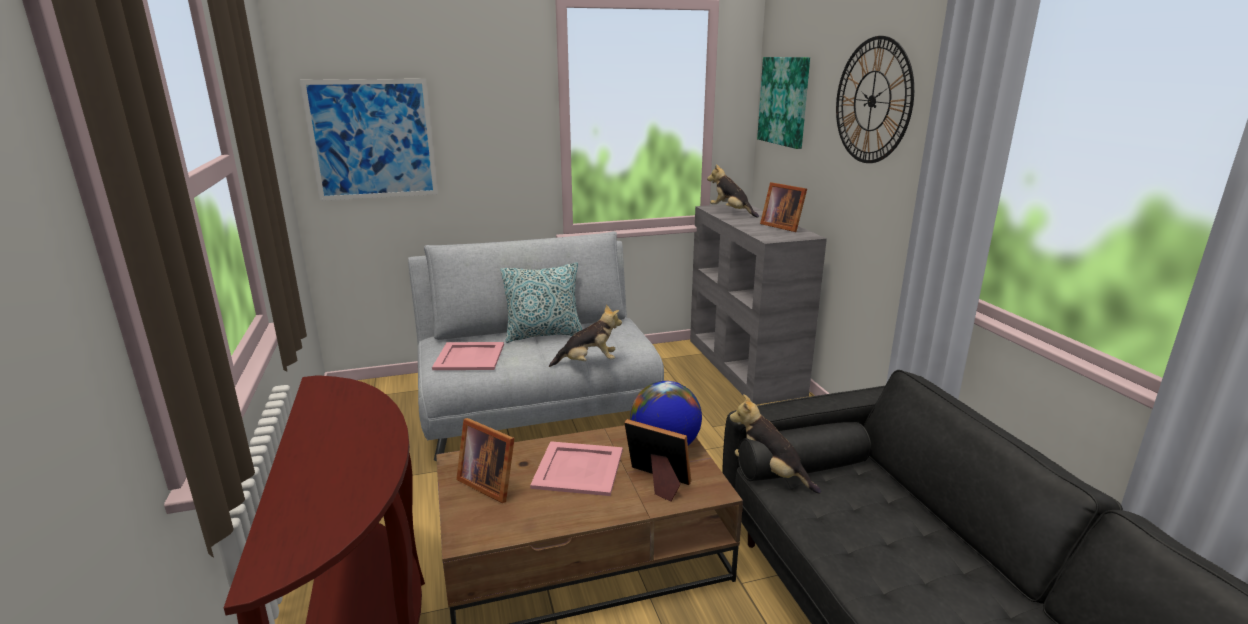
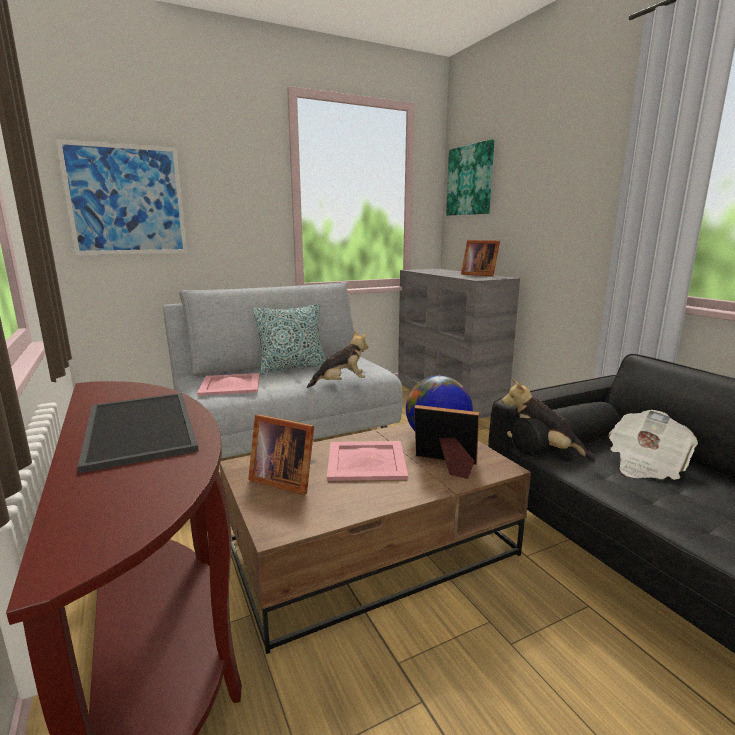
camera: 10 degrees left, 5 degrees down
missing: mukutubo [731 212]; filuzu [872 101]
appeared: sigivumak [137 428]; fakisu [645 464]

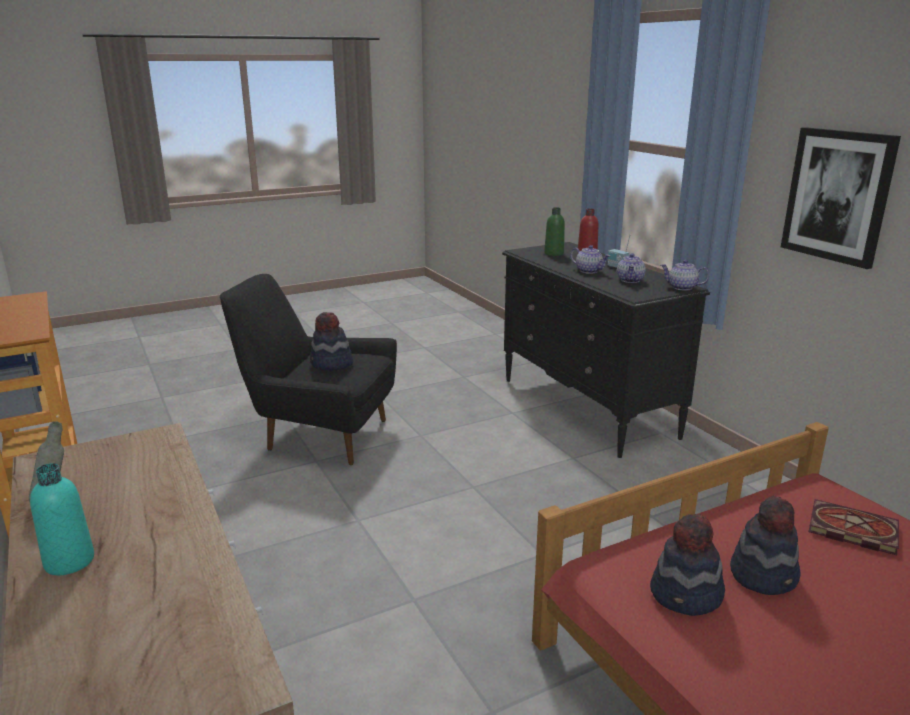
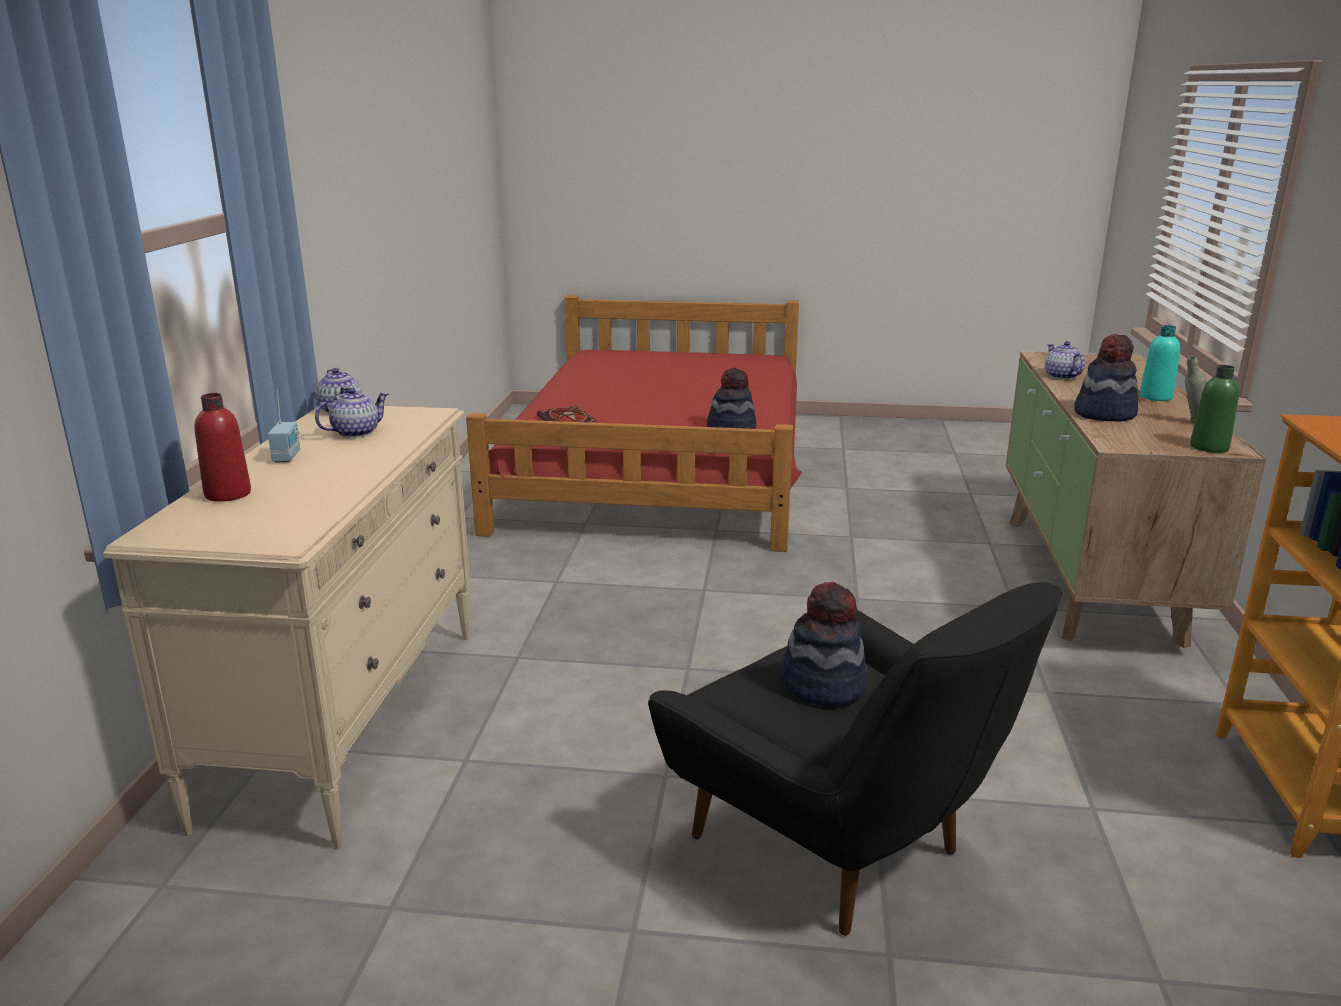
camera: 145 degrees left, 0 degrees up
missing: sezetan [837 196]
relocated: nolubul [589 271] to [1061 376]; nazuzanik [764 575] to [1104 414]; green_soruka [554 253] to [1209 447]
colour: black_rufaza [586 408] to beige_rufaza [351 720]

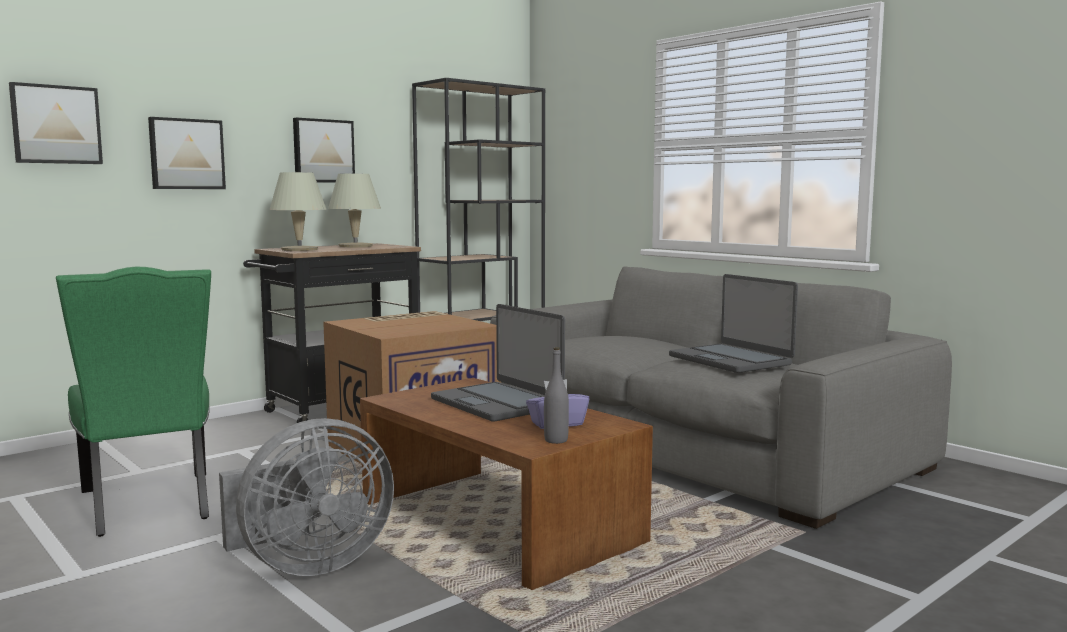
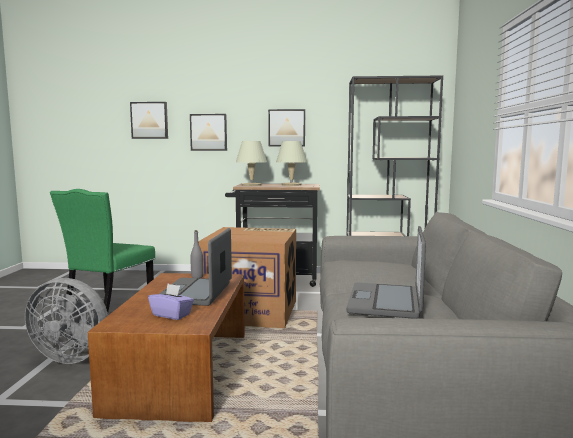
camera: 45 degrees right, 0 degrees up
relocated: grey_soruka [556 440] to [197 277]

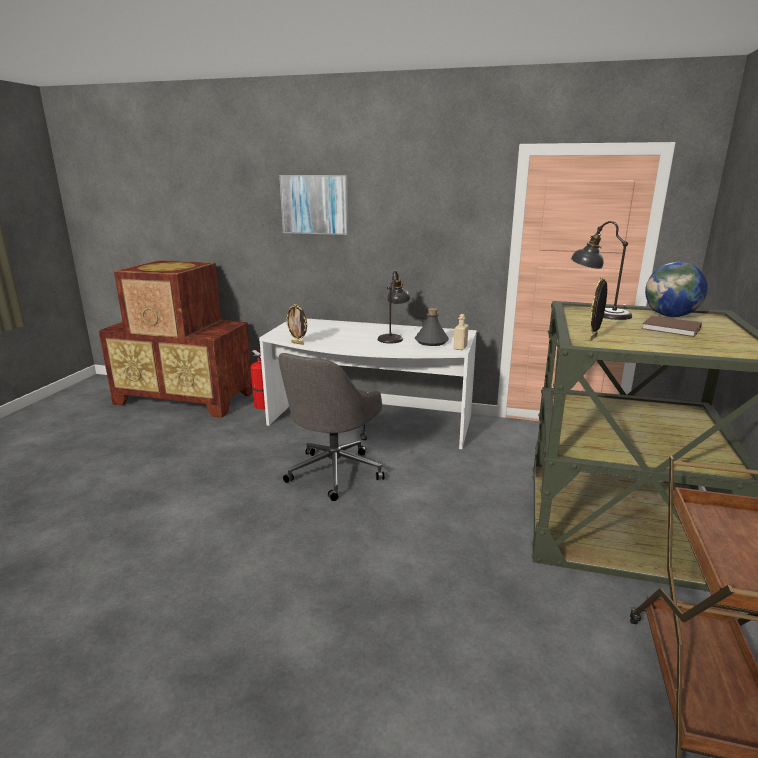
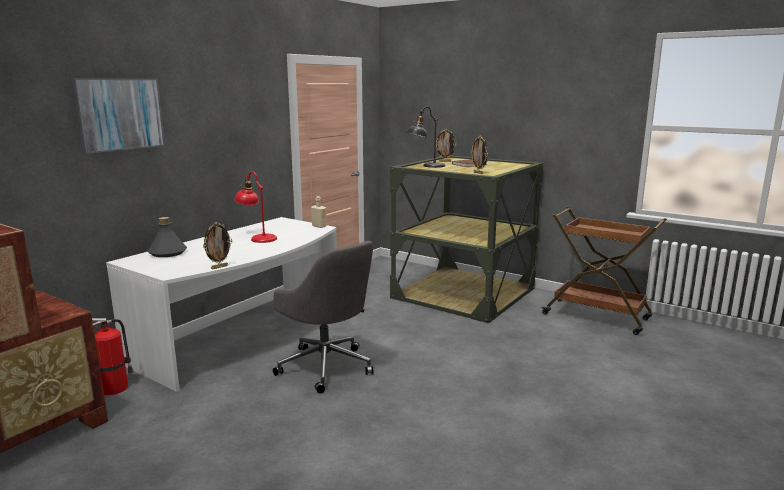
camera: 70 degrees left, 5 degrees down
relocated: grey_soruka [431 342] to [167 253]
exchanged: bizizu [670 316] to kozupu [445 161]
colour: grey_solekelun [393 336] to red_solekelun [256 237]

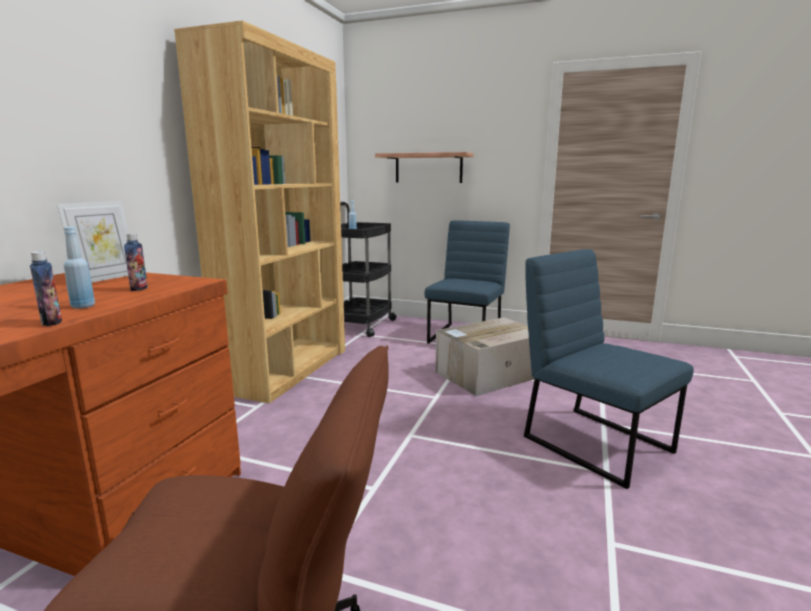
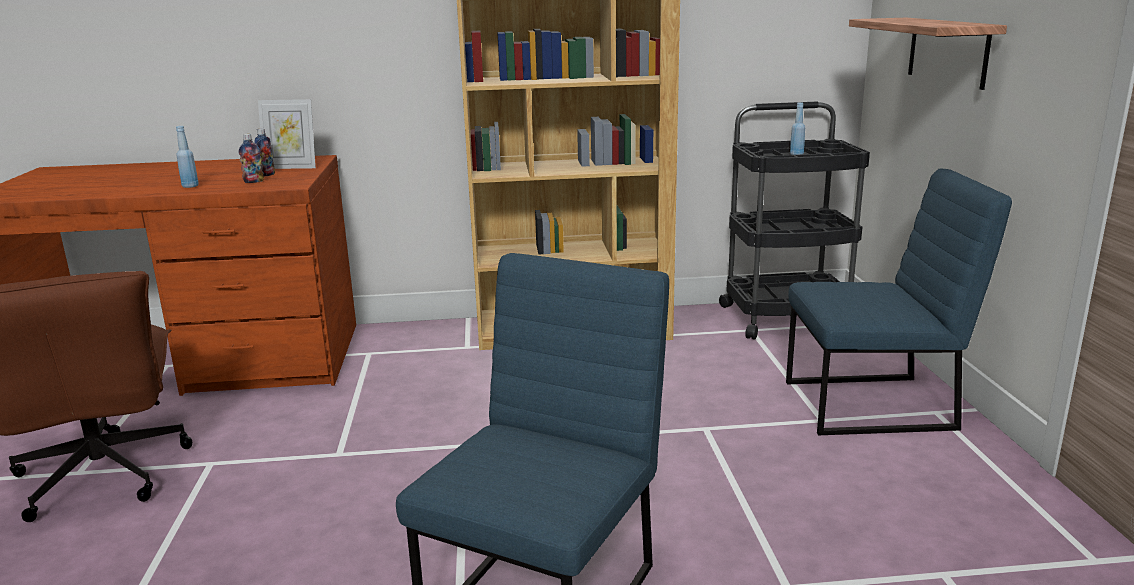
camera: 65 degrees right, 5 degrees up
missing: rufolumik [489 374]
relocated: soruka [51 322] to [267 175]

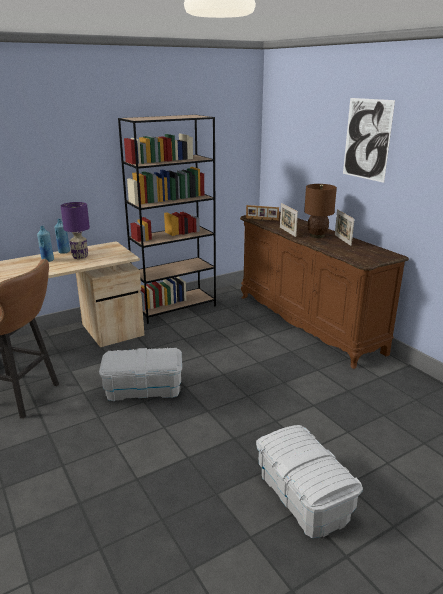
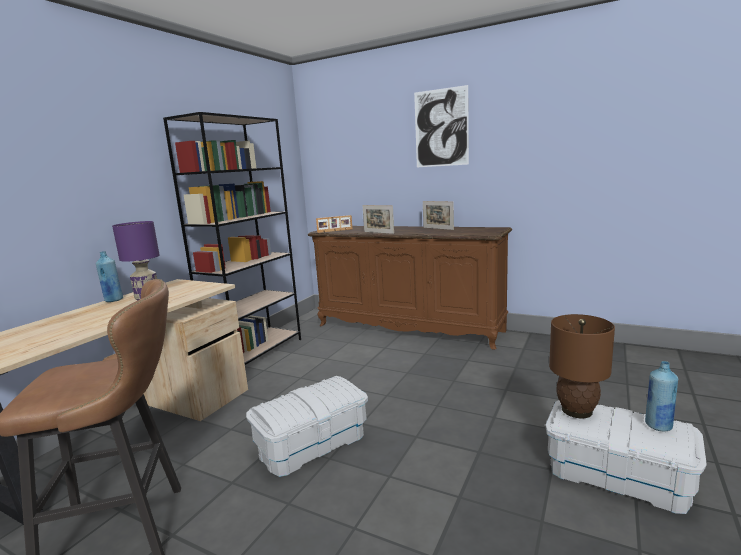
camera: 30 degrees left, 10 degrees down
relocated: brown_solekelun [317 235] to [576 410]; blue_soruka [47 260] to [658 426]

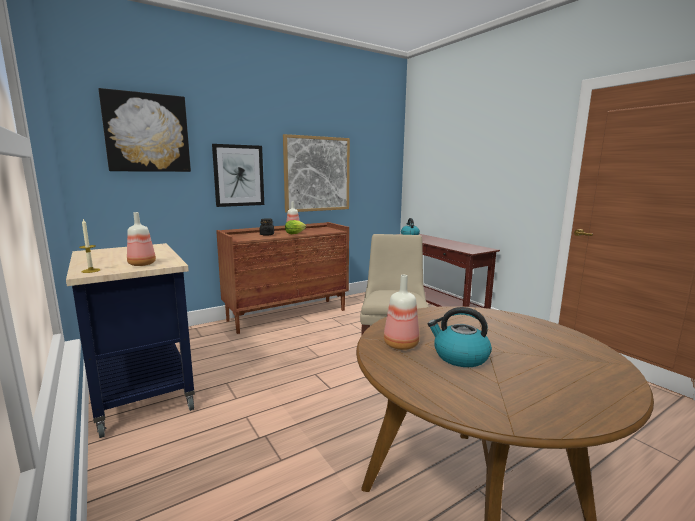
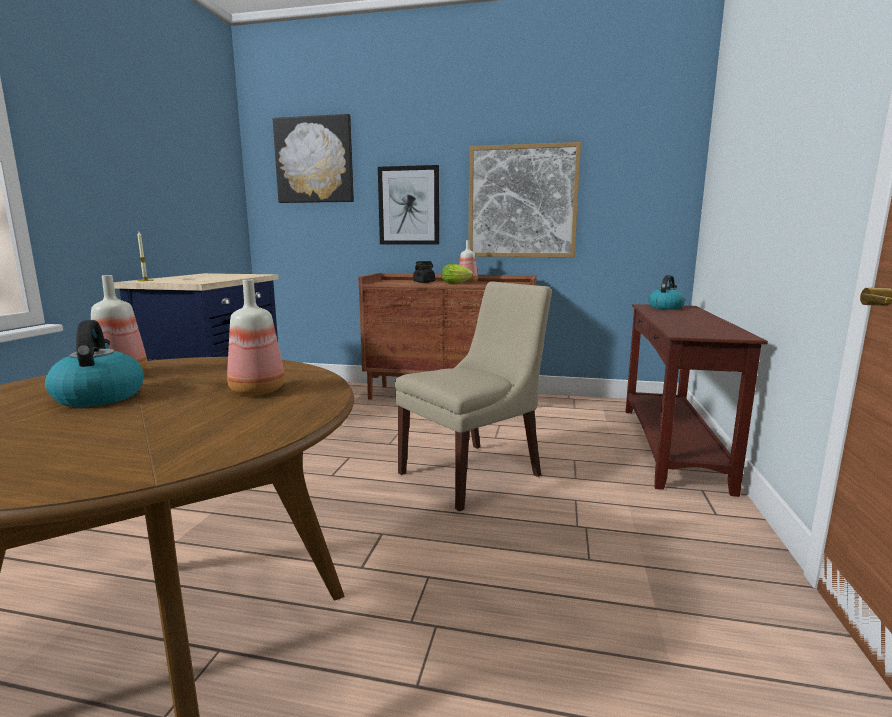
camera: 45 degrees right, 0 degrees up
relocated: soruka [143 264] to [258 391]

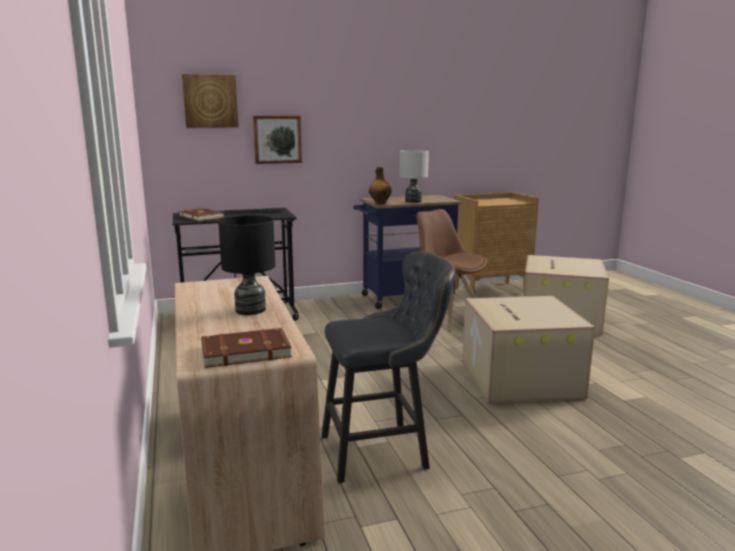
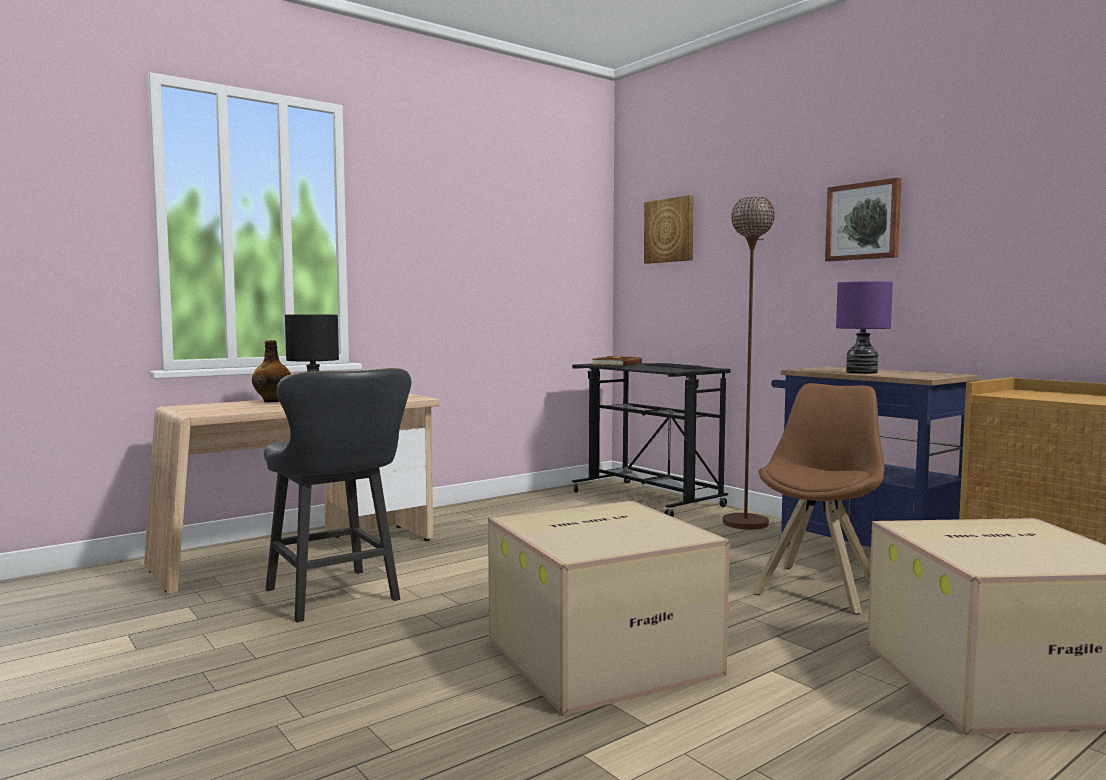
camera: 70 degrees right, 10 degrees down
missing: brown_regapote [244 351]
appeared: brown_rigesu [746 523]
relocated: soruka [380 203] to [273 401]; sezetan [277 139] to [863 221]
colour: grey_solekelun [413 201] to purple_solekelun [861 372]

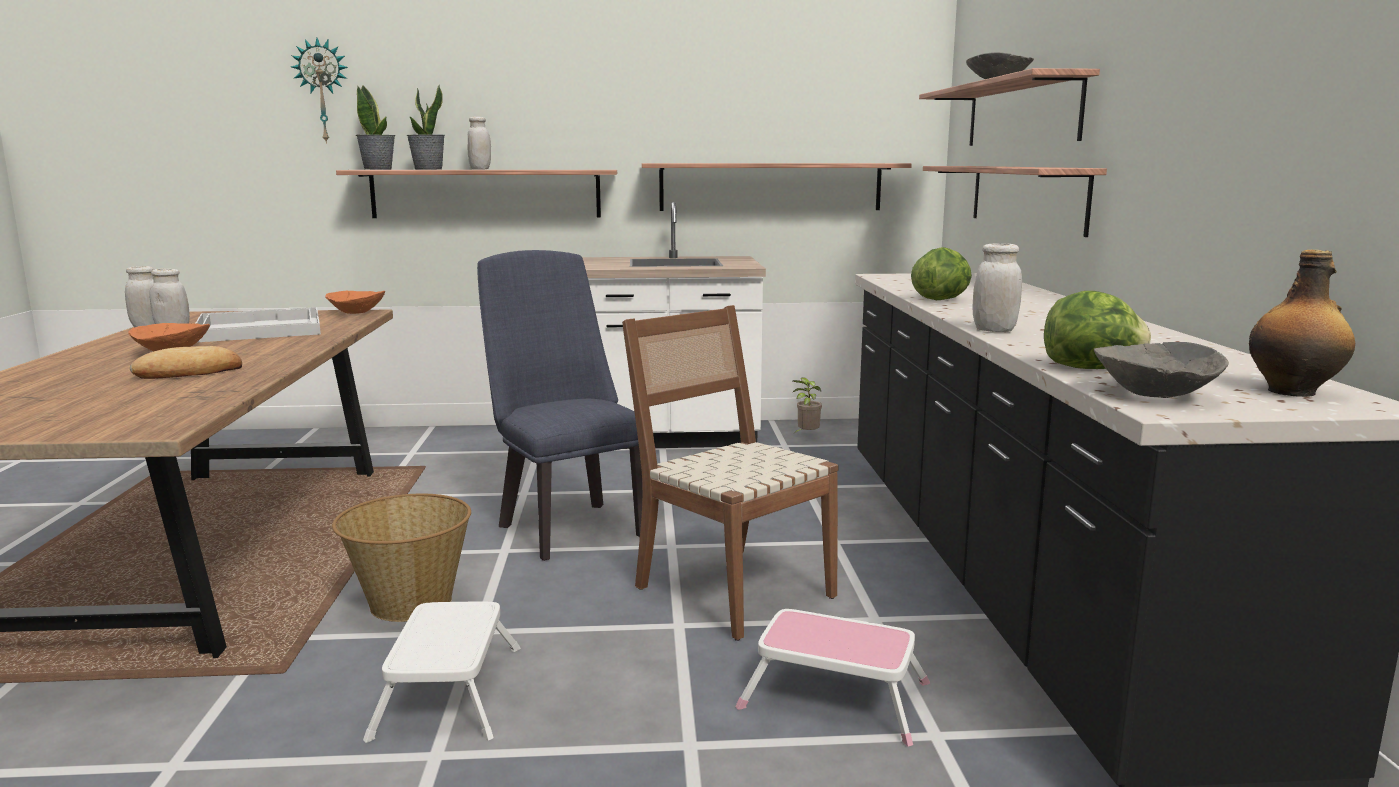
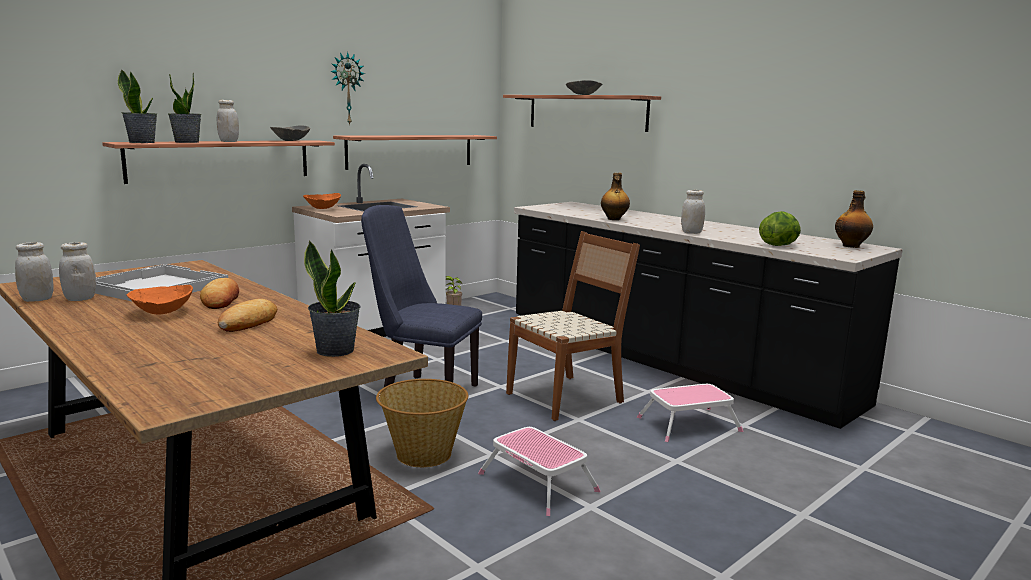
camera: 40 degrees left, 0 degrees up
missing: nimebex [1025 196]
appeared: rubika [221 299]; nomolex [335 350]
relocated: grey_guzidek [1155 395] to [291 141]; orange_guzidek [357 313] to [323 208]; filuzu [323 91] to [346 89]
exchanged: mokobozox [942 299] to soruka [614 219]
colour: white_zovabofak [447 691] to pink_zovabofak [537 482]
spun: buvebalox [730 589] = [568 397] 135 degrees clockwise

